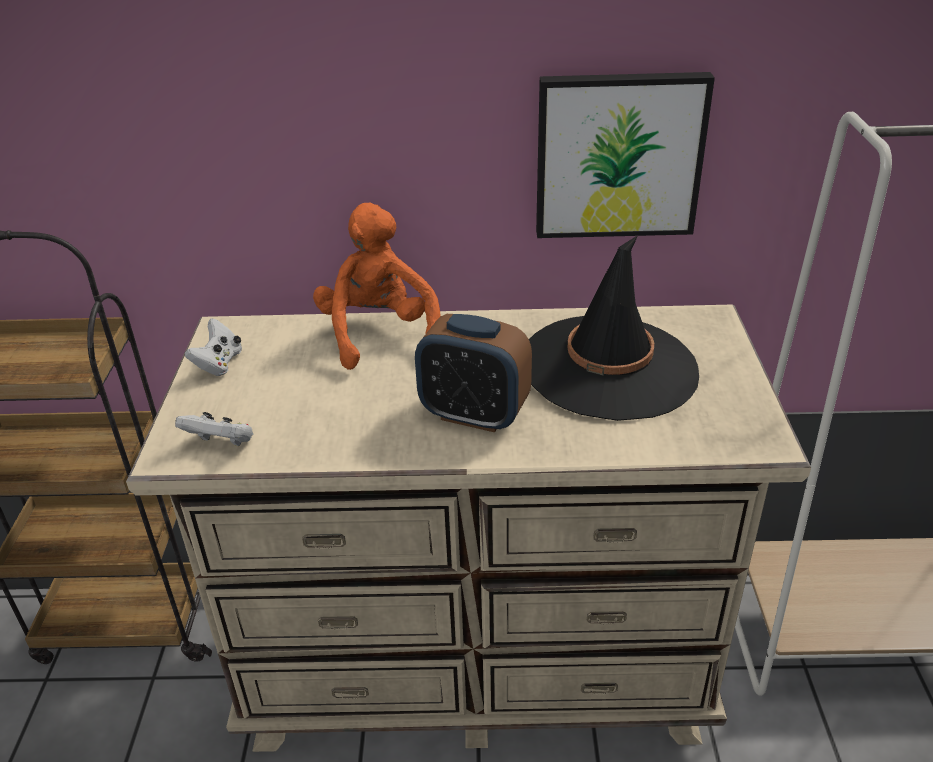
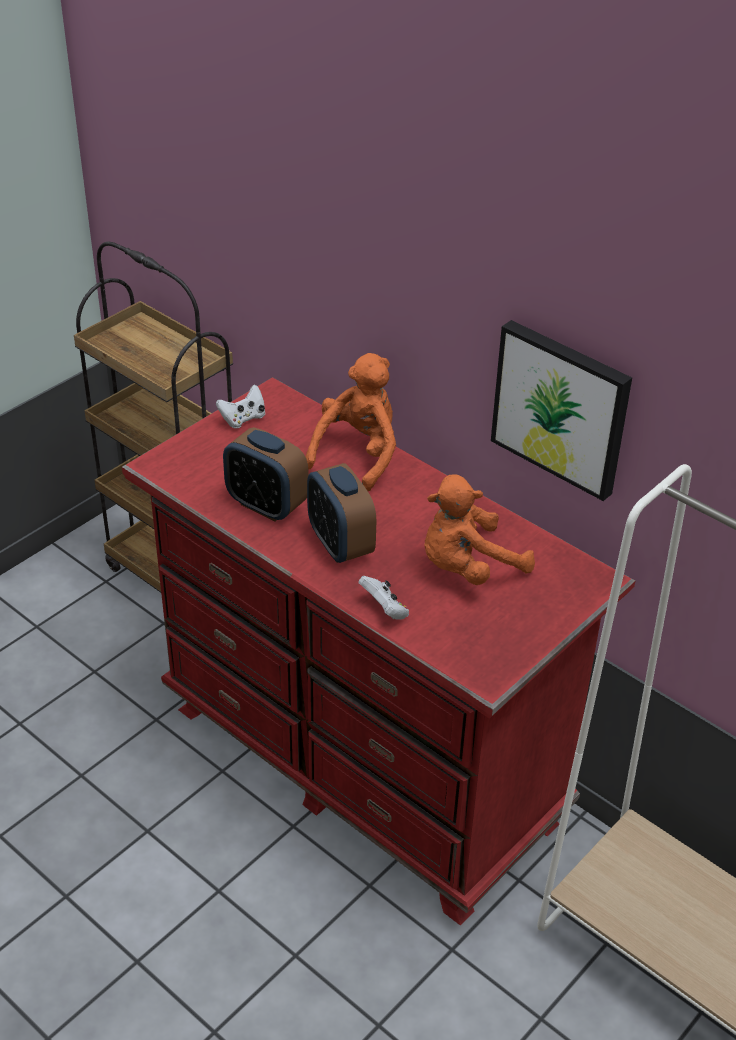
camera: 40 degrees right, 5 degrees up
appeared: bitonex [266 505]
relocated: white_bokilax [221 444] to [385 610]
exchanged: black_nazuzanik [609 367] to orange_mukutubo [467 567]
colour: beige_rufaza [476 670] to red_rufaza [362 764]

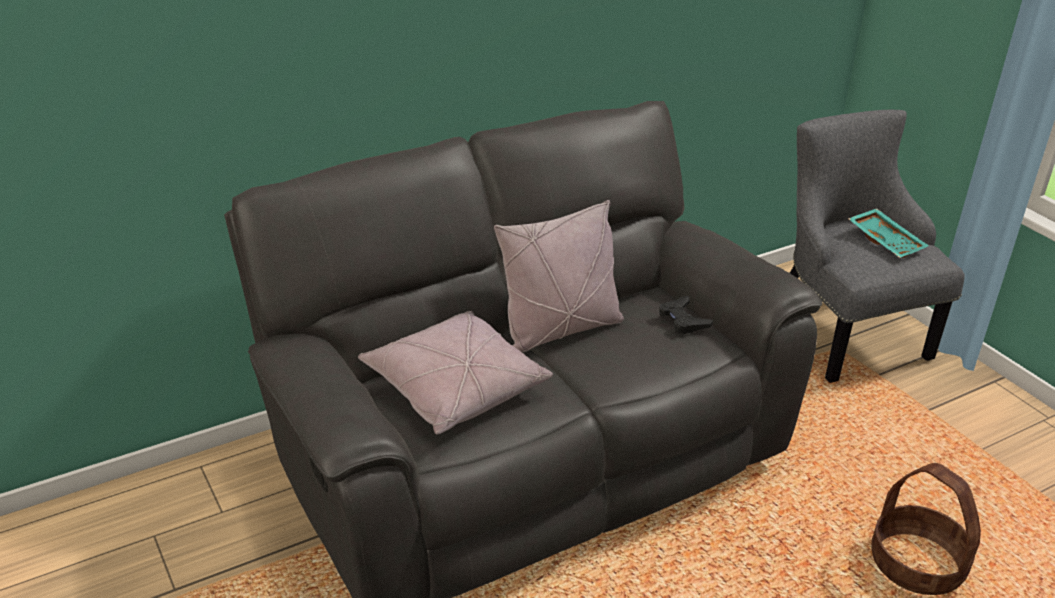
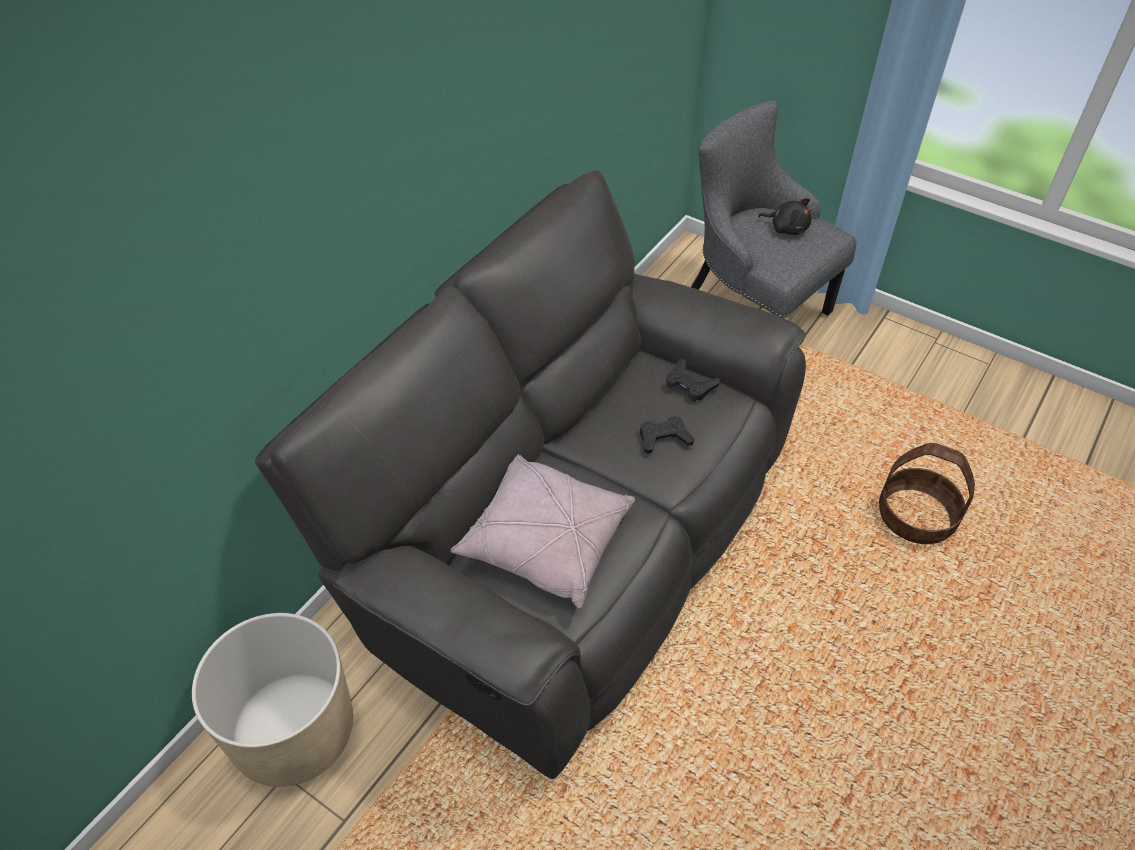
camera: 25 degrees left, 15 degrees up
missing: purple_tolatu [560 330]
appeared: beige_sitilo [294 732]; black_bokilax [664 438]
exchanged: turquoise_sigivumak [886 241] to black_mukutubo [787 228]

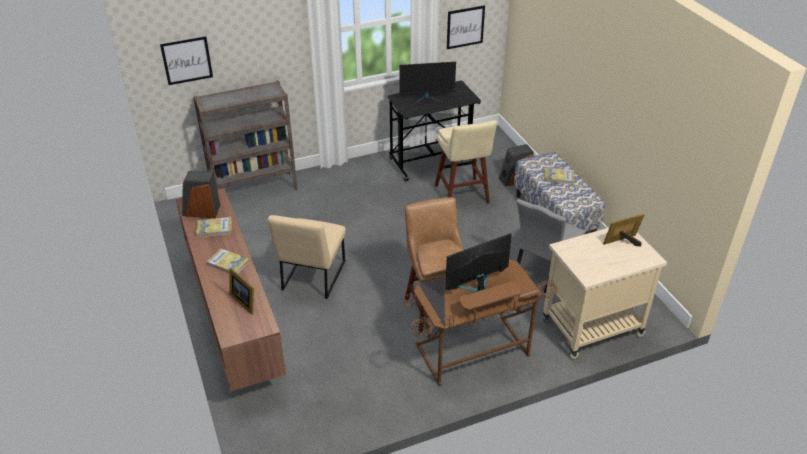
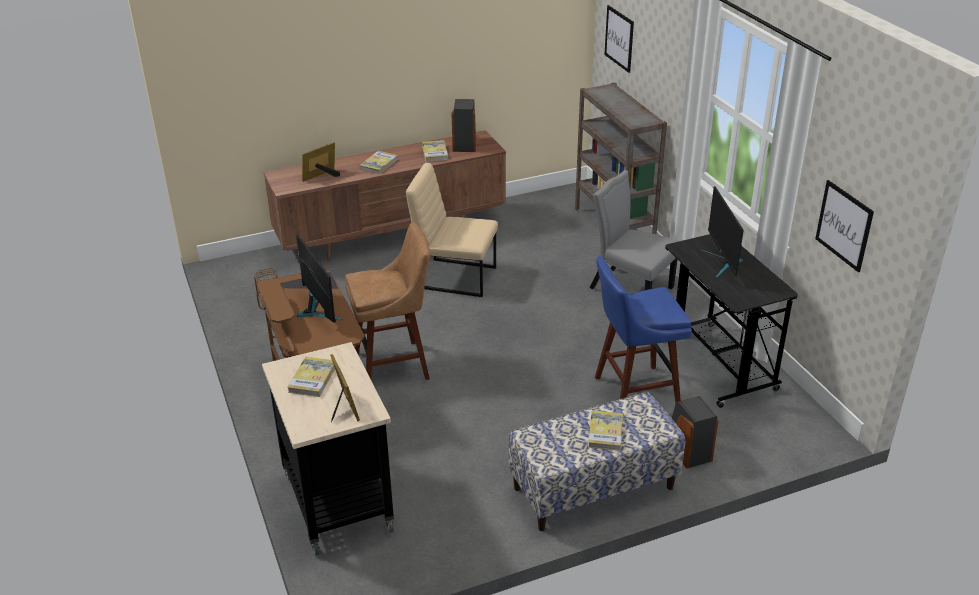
camera: 90 degrees right, 5 degrees down
appeared: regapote [312 379]
relocated: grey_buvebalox [543 269] to [631 289]
colour: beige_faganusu [591 329] to black_faganusu [337 502]; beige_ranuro [462 195] to blue_ranuro [633 392]

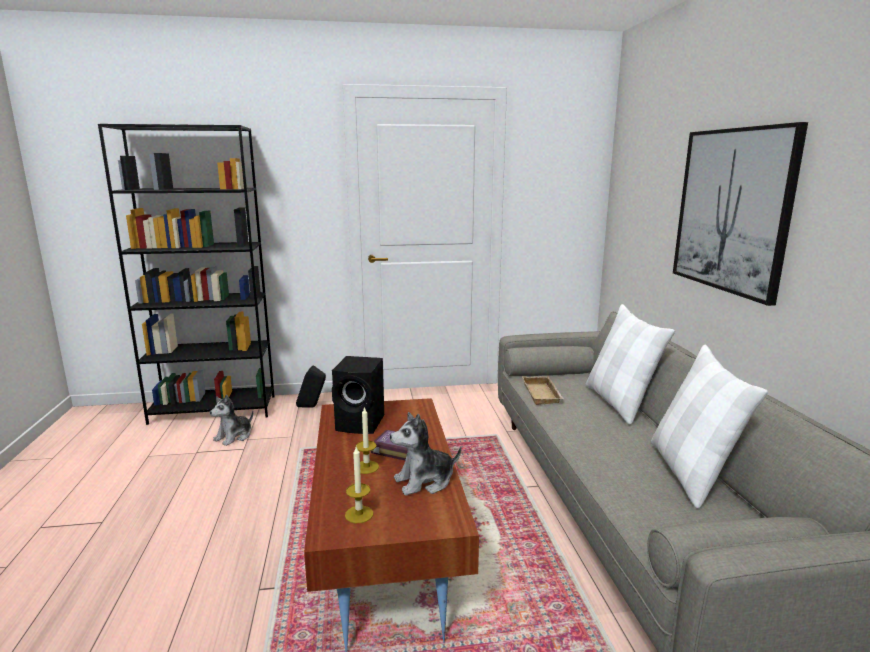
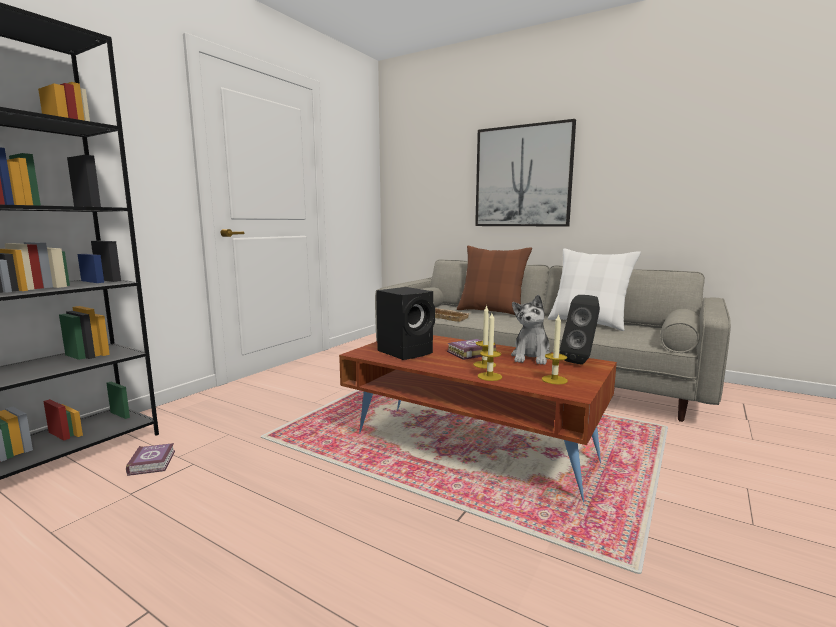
camera: 50 degrees left, 5 degrees down
appeared: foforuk [489 376]
relocated: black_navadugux [312 407] to [581 361]
exchanged: mukutubo [234 436] to regapote [153 462]
colour: white_tolatu [619 403] to brown_tolatu [491 311]

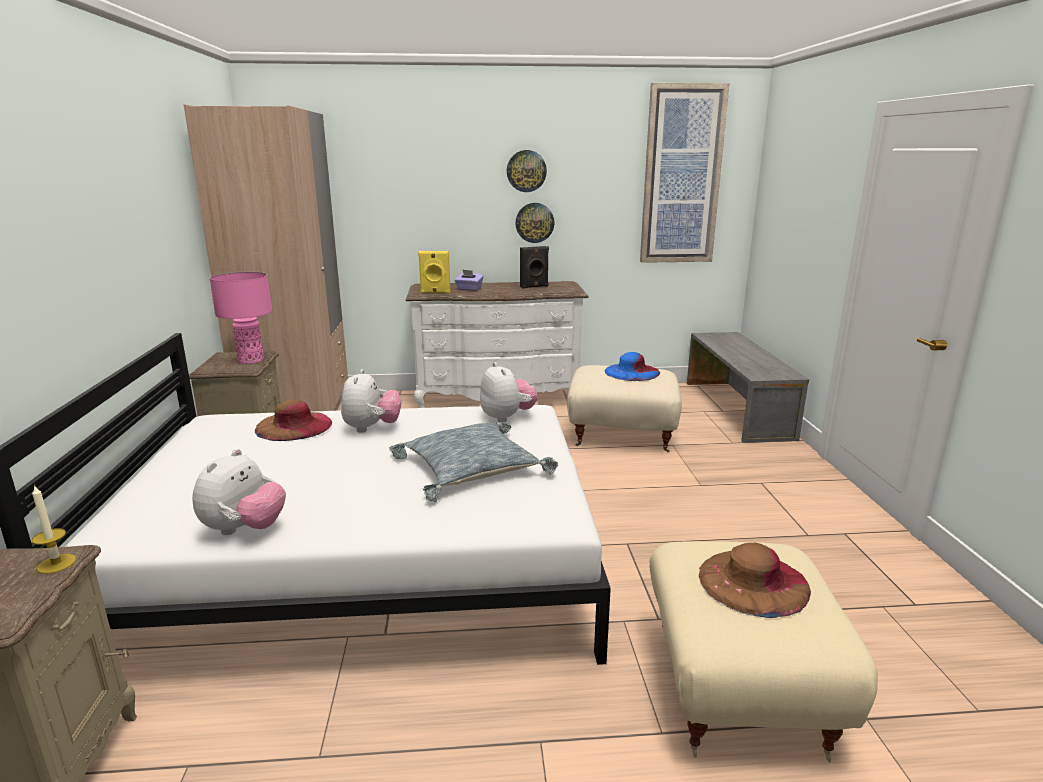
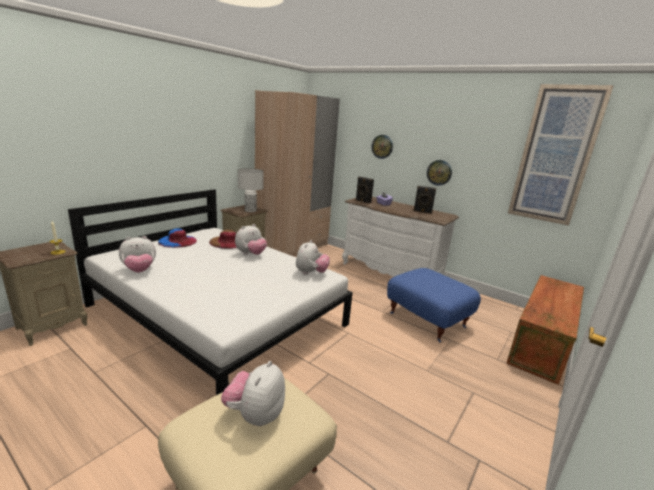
camera: 40 degrees right, 0 degrees up
missing: tolatu [472 465]
relocated: blue_nazuzanik [632 372] to [177 241]; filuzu [526 171] to [382 146]
exchanged: brown_nazuzanik [753 582] to mukutubo [255 415]
colour: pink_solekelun [251 360] to white_solekelun [250 210]; yellow_navadugux [435 292] to black_navadugux [362 201]; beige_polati [622 435] to blue_polati [428 320]; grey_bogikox [738 409] to brown_bogikox [542 342]

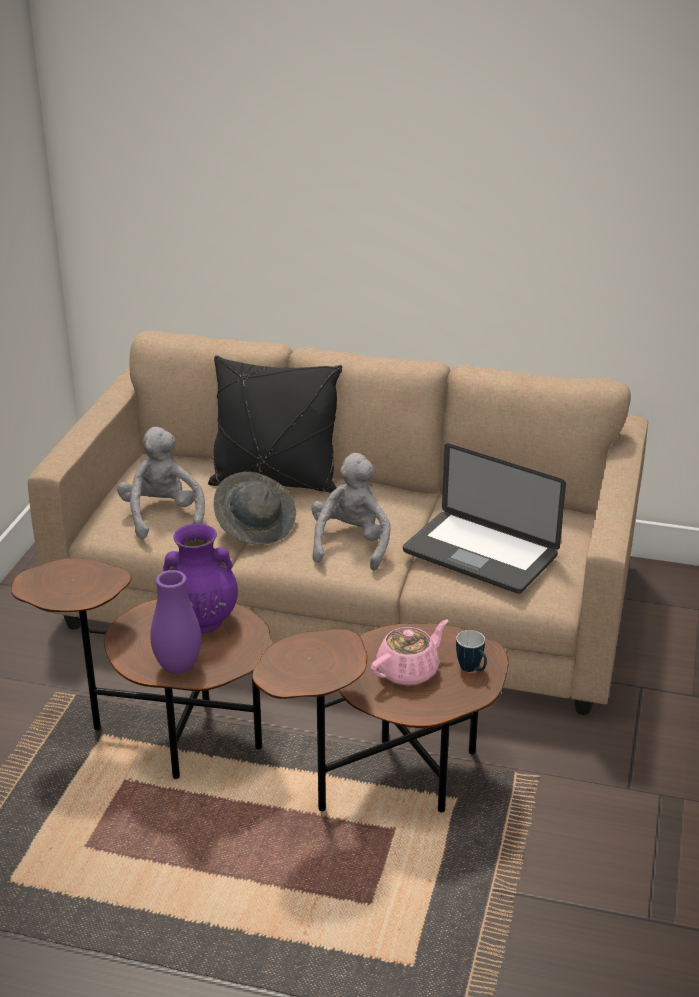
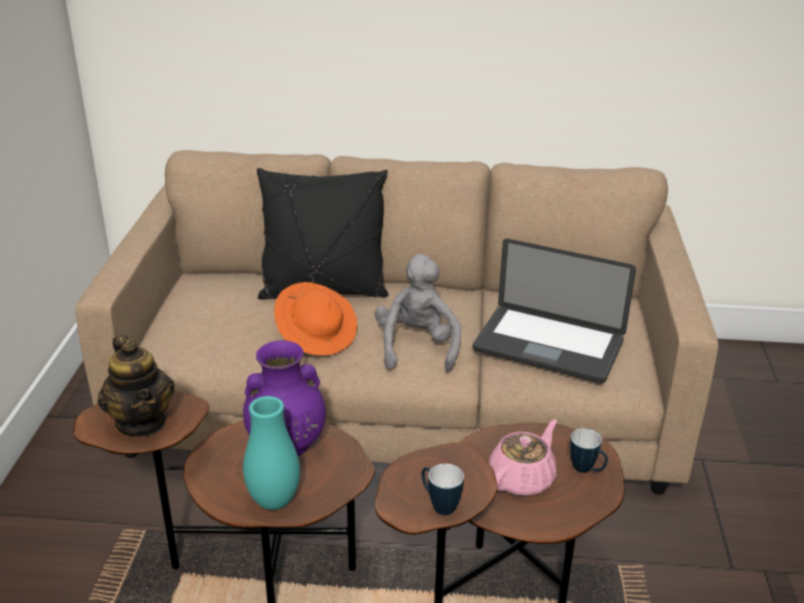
camera: 10 degrees left, 0 degrees up
missing: grey_mukutubo [162 516]
appeared: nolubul [142 422]; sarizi [439 505]
colour: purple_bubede [178 667] to turquoise_bubede [274 501]; grey_nazuzanik [256 525] to orange_nazuzanik [317 336]

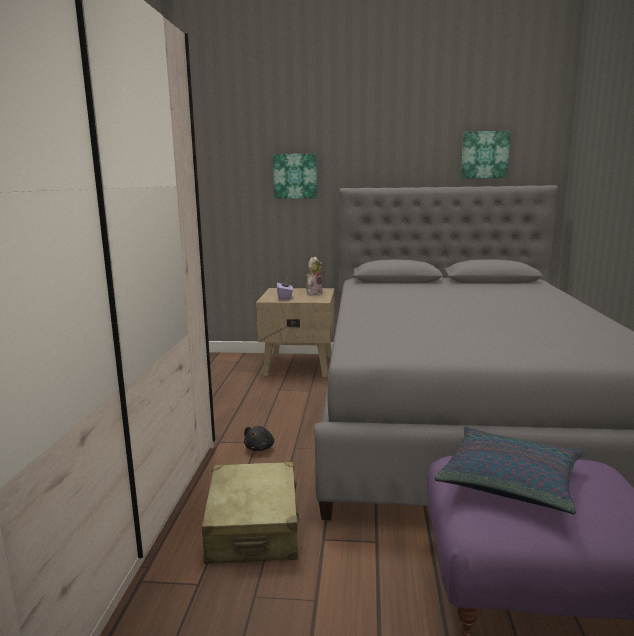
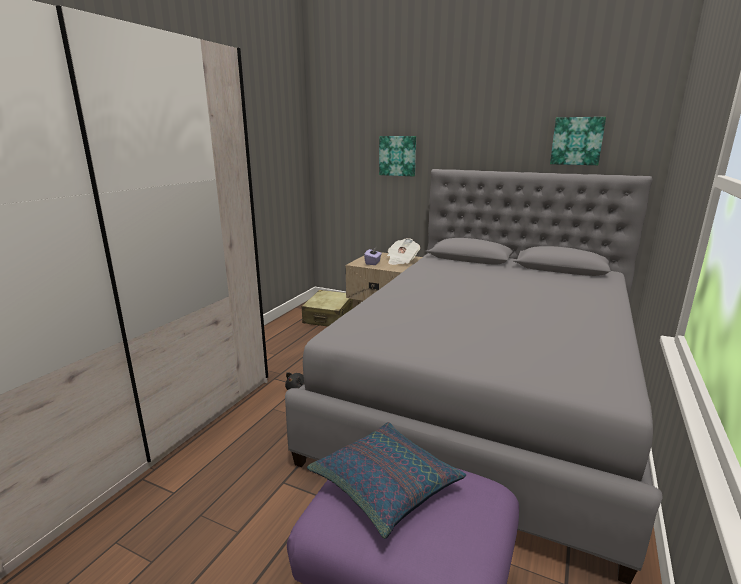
camera: 20 degrees right, 5 degrees up
relocated: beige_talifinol [253 528] to [329 317]
exchanged: mukutubo [314 293] to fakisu [401 261]

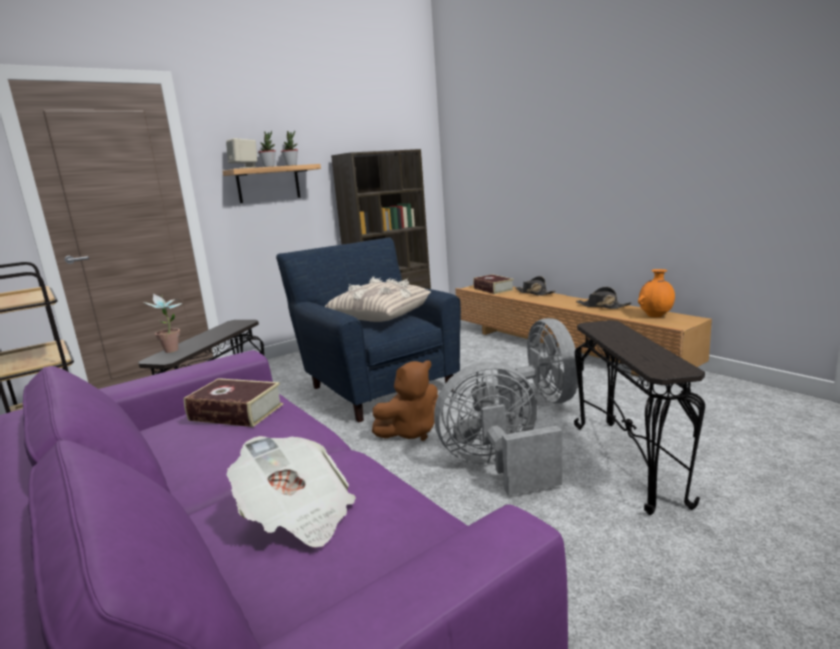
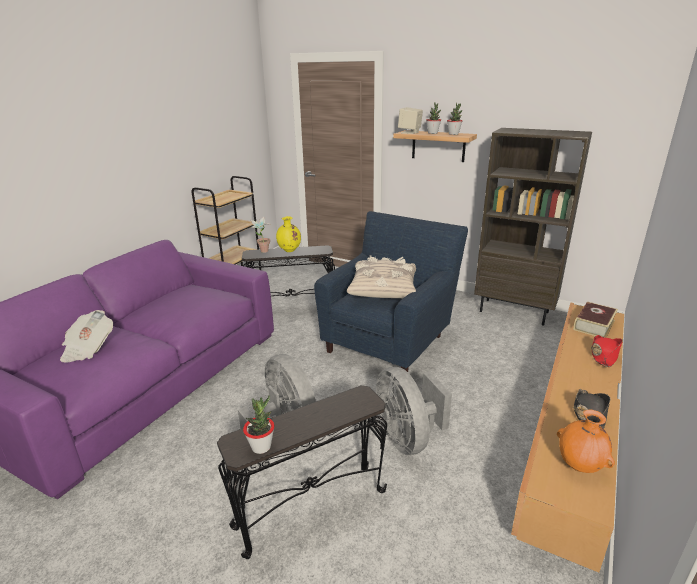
camera: 65 degrees right, 10 degrees up
missing: regapote [236 412]; brown_mukutubo [411 432]
appeared: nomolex [261 447]; yellow_bubede [289 251]
colour: black_nazuzanik [534 293] to red_nazuzanik [604 355]
spun: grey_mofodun [542 403] = [408 438] 105 degrees clockwise

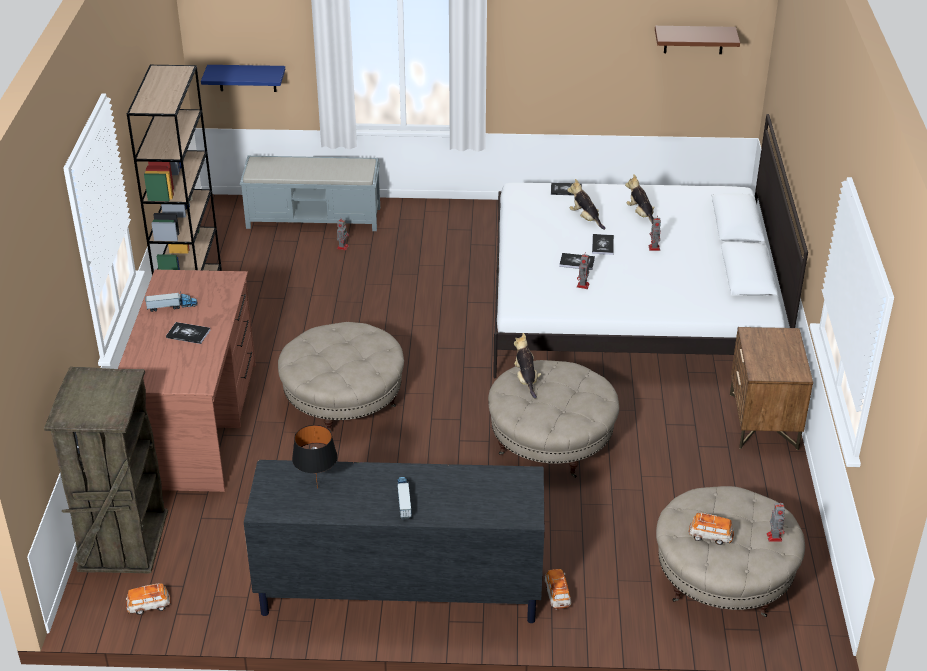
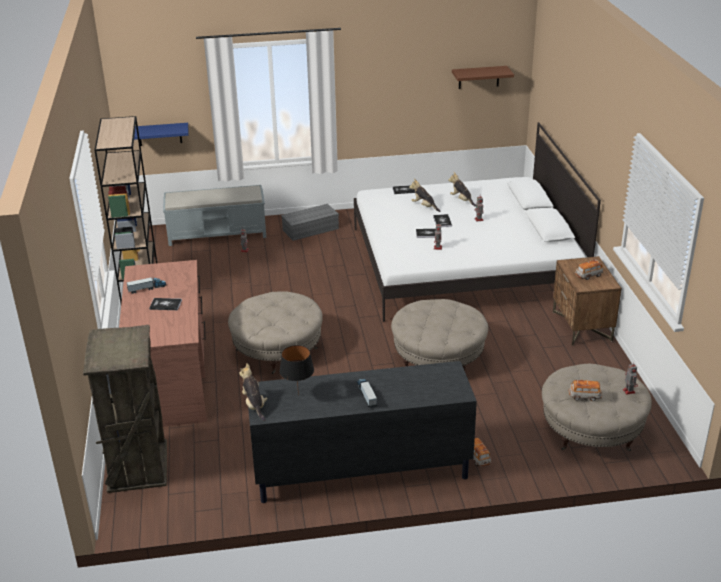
camera: 10 degrees left, 5 degrees down
appeared: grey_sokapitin [311 229]
relocated: mukutubo [526 380] to [254 405]; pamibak [148 606] to [588 276]

